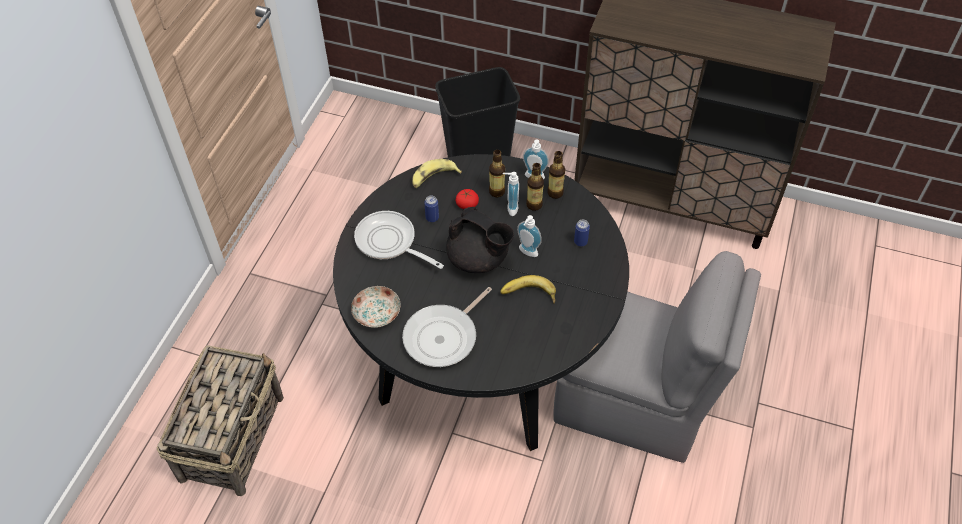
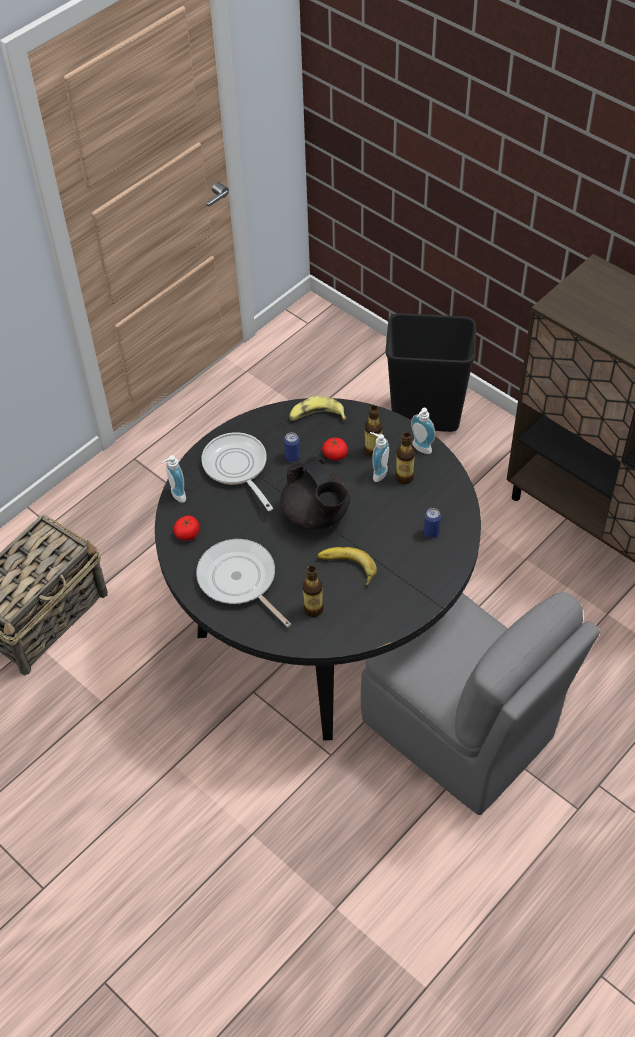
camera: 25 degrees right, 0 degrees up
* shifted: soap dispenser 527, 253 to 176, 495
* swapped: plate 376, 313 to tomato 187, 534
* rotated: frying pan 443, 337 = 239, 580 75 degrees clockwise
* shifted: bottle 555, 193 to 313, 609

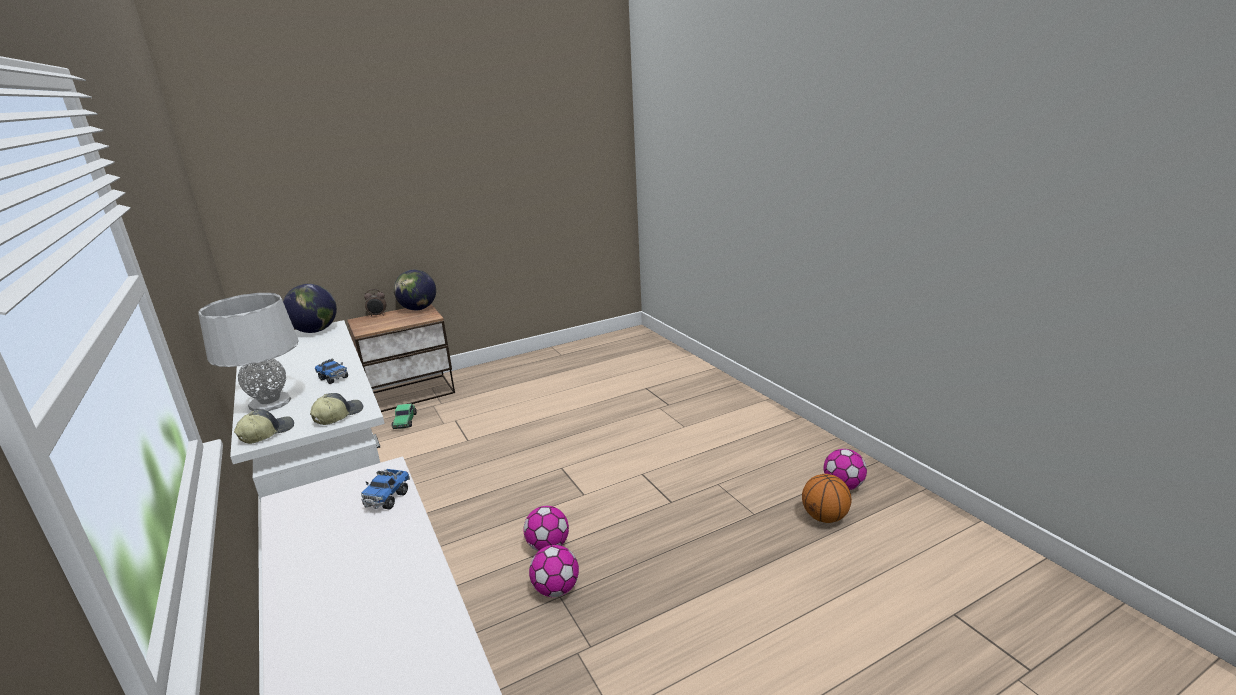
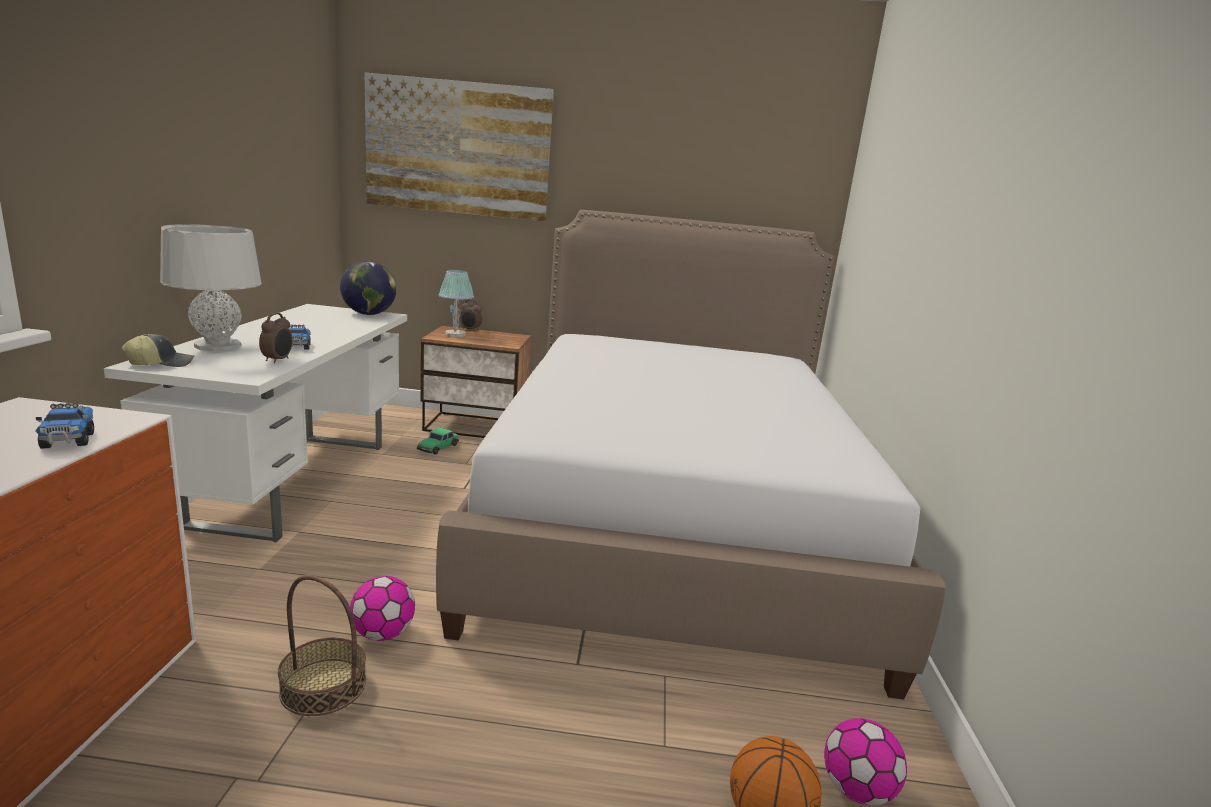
camera: 30 degrees right, 5 degrees down
* rotated: toy truck 387, 498 = 68, 440 75 degrees counterclockwise
* new: alarm clock 278, 360
* swapped: football 556, 589 to basket 323, 686
* new: picture 458, 148
* new: bed 669, 518
* new: table lamp 455, 335
* gone: cap 338, 415
* gone: globe 418, 309

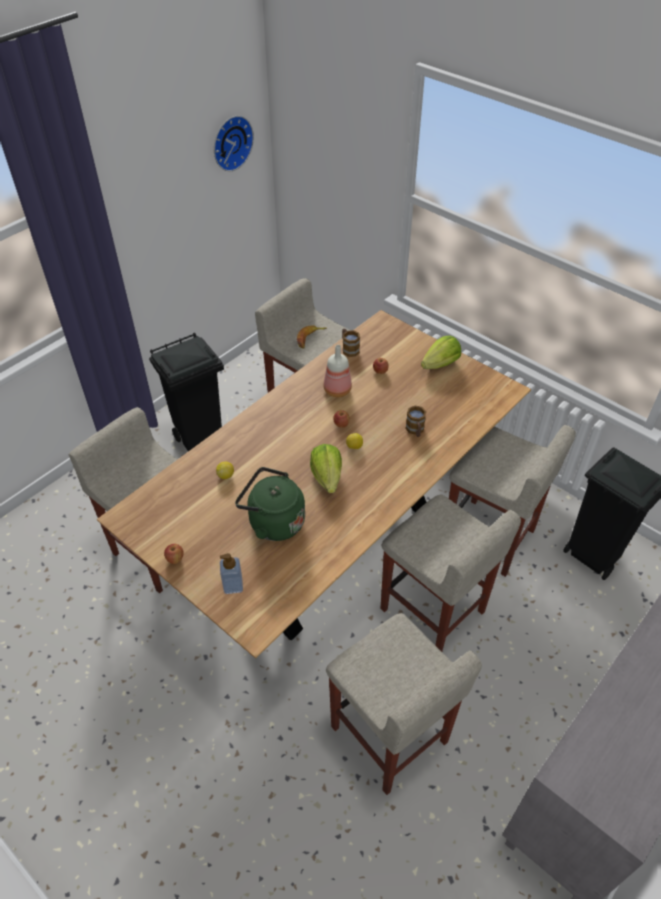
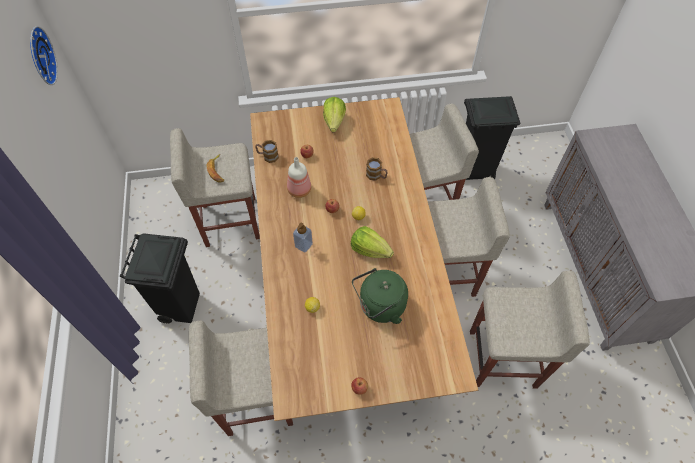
camera: 50 degrees left, 10 degrees up
* shifted: soap dispenser 233, 585 to 303, 245

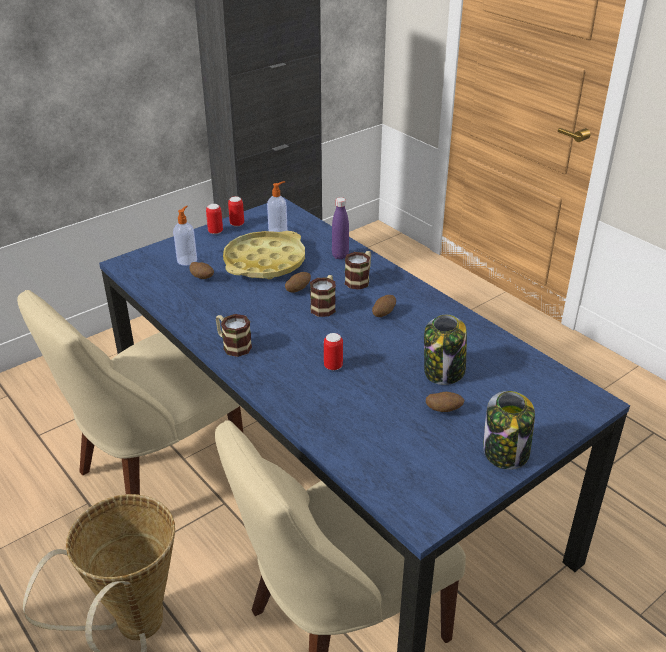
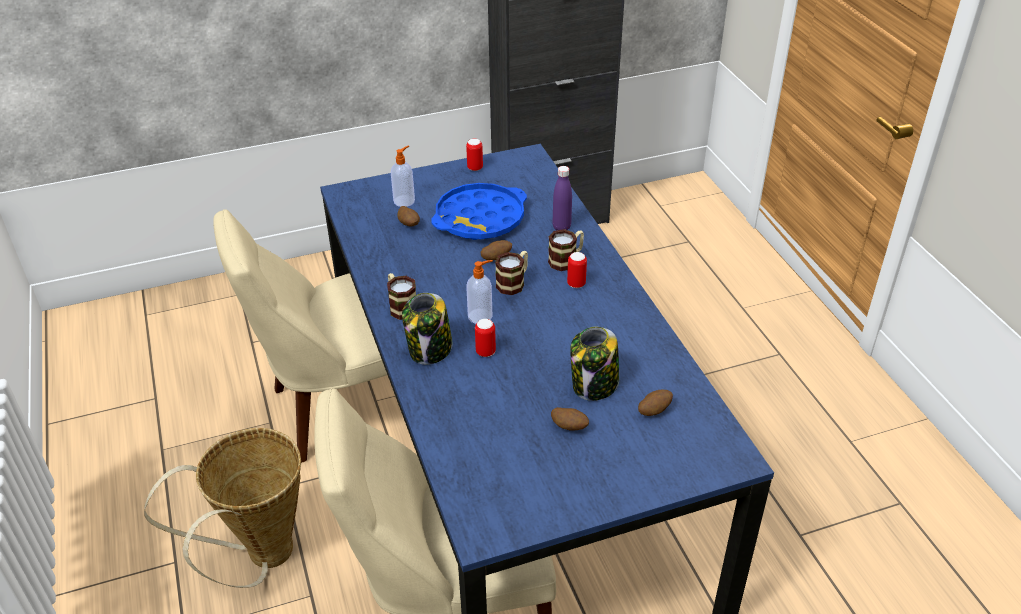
camera: 20 degrees right, 5 degrees up
* shifted: jar 506, 452 to 430, 350
* repainted: yellow tray 265, 262 to blue tray 480, 219
* shifted: soap dispenser 278, 232 to 481, 316
* shifted: can 215, 231 to 576, 284
* shifted: potato 383, 314 to 654, 411

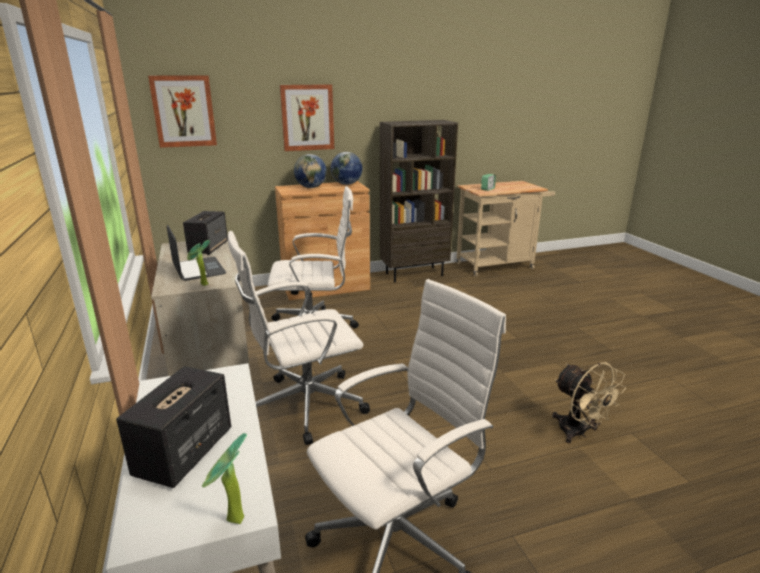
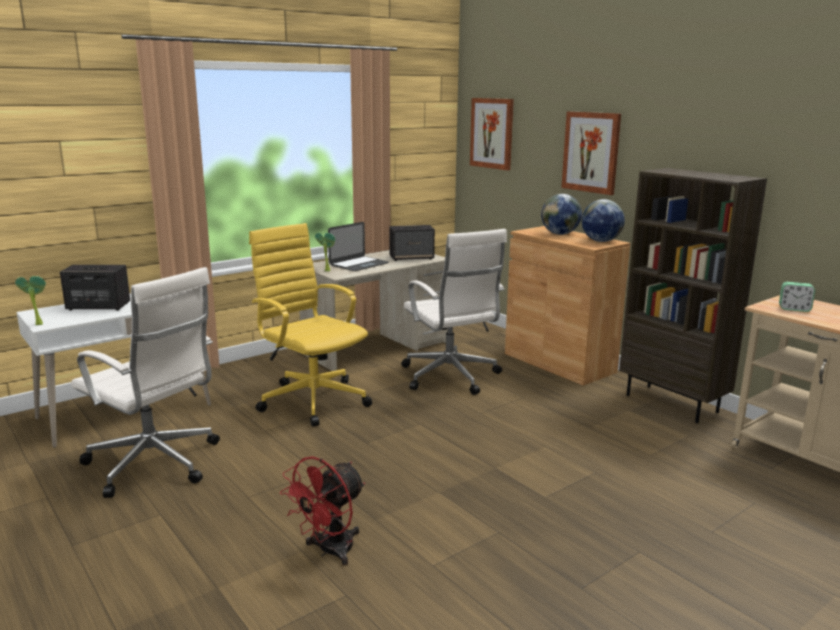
camera: 70 degrees right, 5 degrees down
* repainted: white office chair 304, 406 to yellow office chair 312, 399
* repainted: beige fan 578, 433 to red fan 329, 551

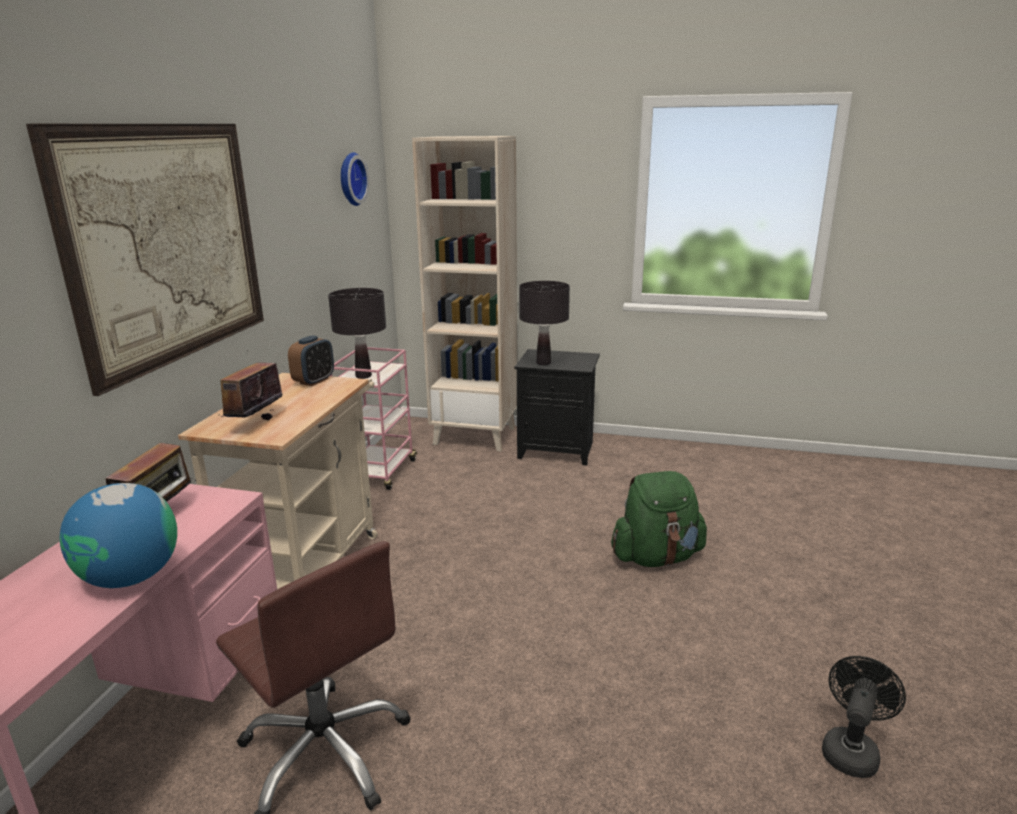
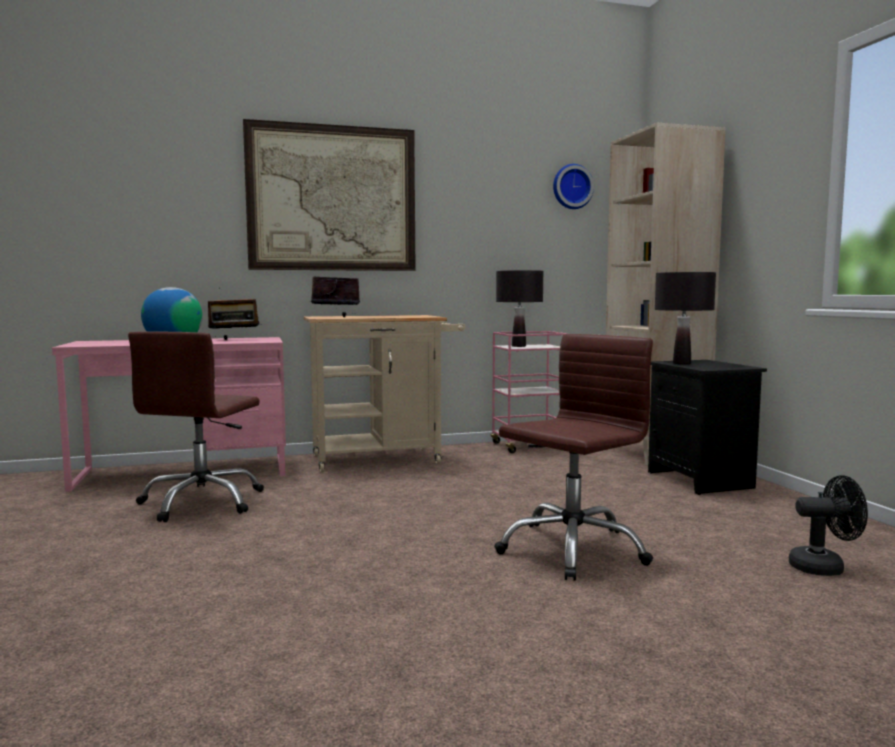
camera: 60 degrees right, 15 degrees down
* swapped: green backpack 656, 557 to brown office chair 571, 549
* shifted: black fan 851, 749 to 824, 567
* gone: alarm clock 314, 381

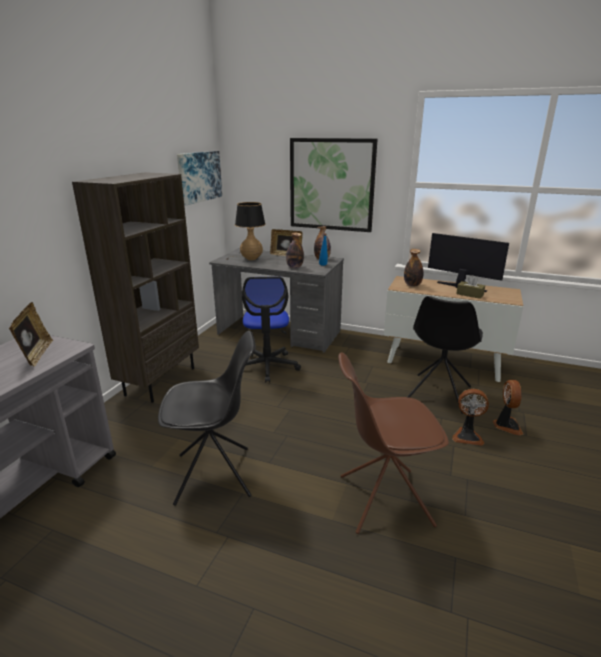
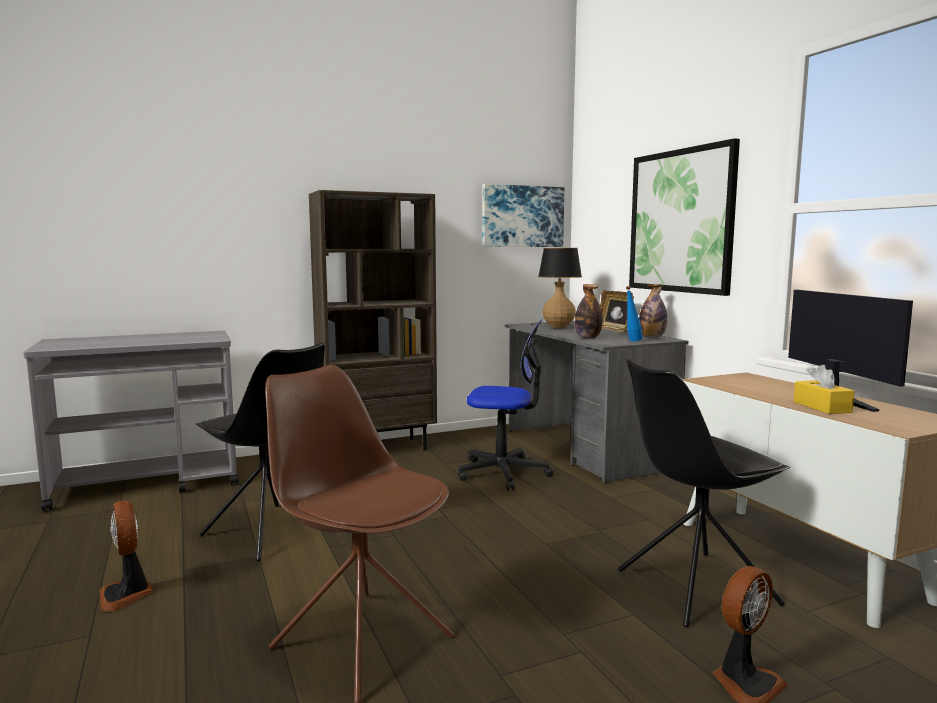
camera: 45 degrees right, 15 degrees down
* shifted: fan 467, 436 to 127, 595
* rotated: office chair 267, 366 = 504, 472 120 degrees counterclockwise
* repainted: brown tissue box 469, 294 to yellow tissue box 822, 407
* gone: picture frame 36, 354
* gone: bottle 412, 285

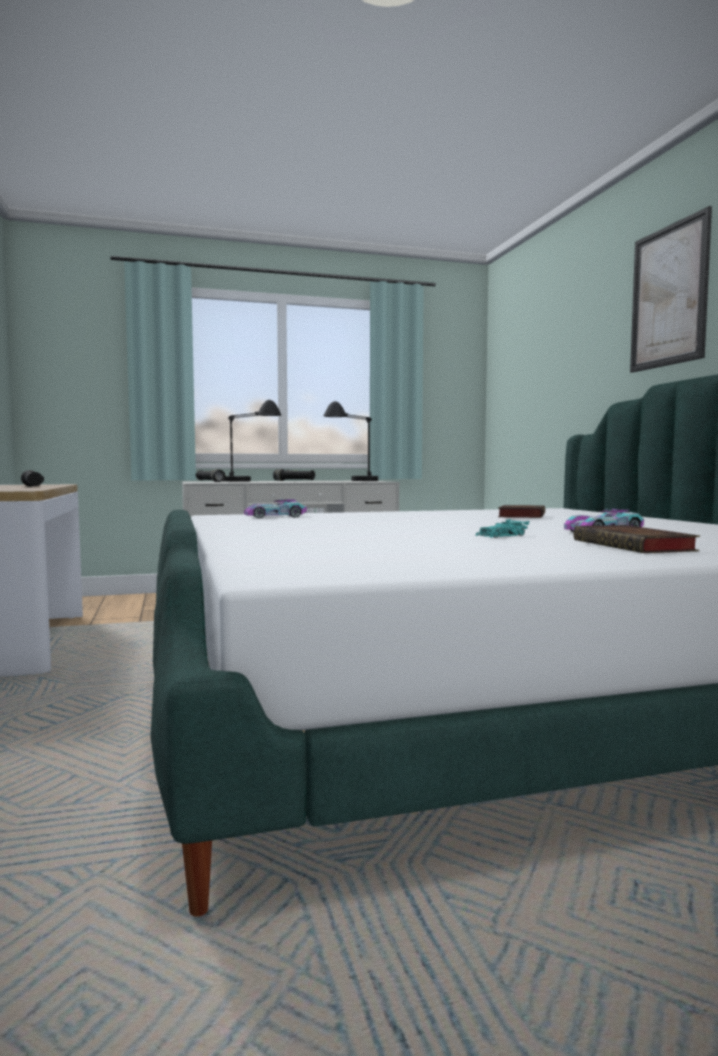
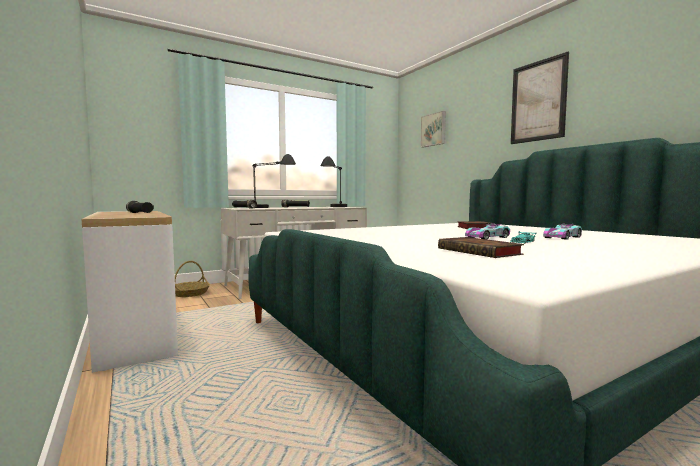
camera: 15 degrees left, 0 degrees up
* new: basket 190, 293
* new: picture 434, 130
* shifted: book 636, 546 to 481, 252
* shifted: toy car 275, 516 to 487, 237

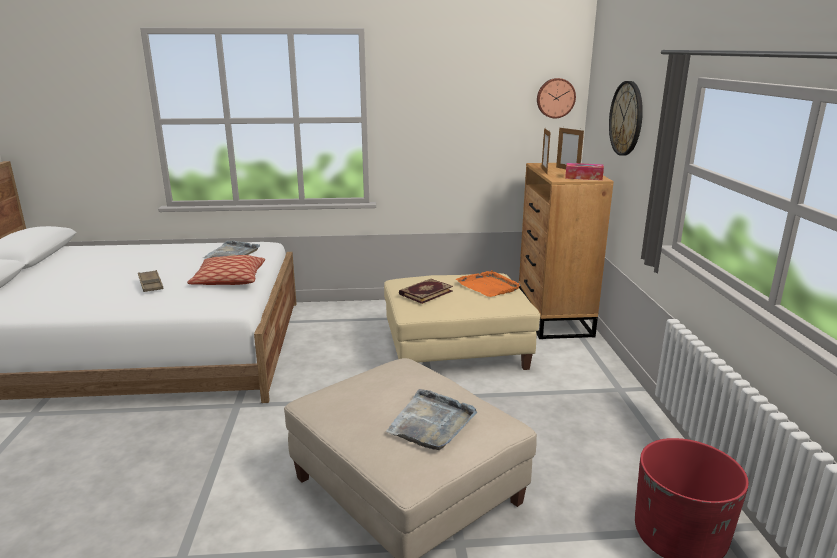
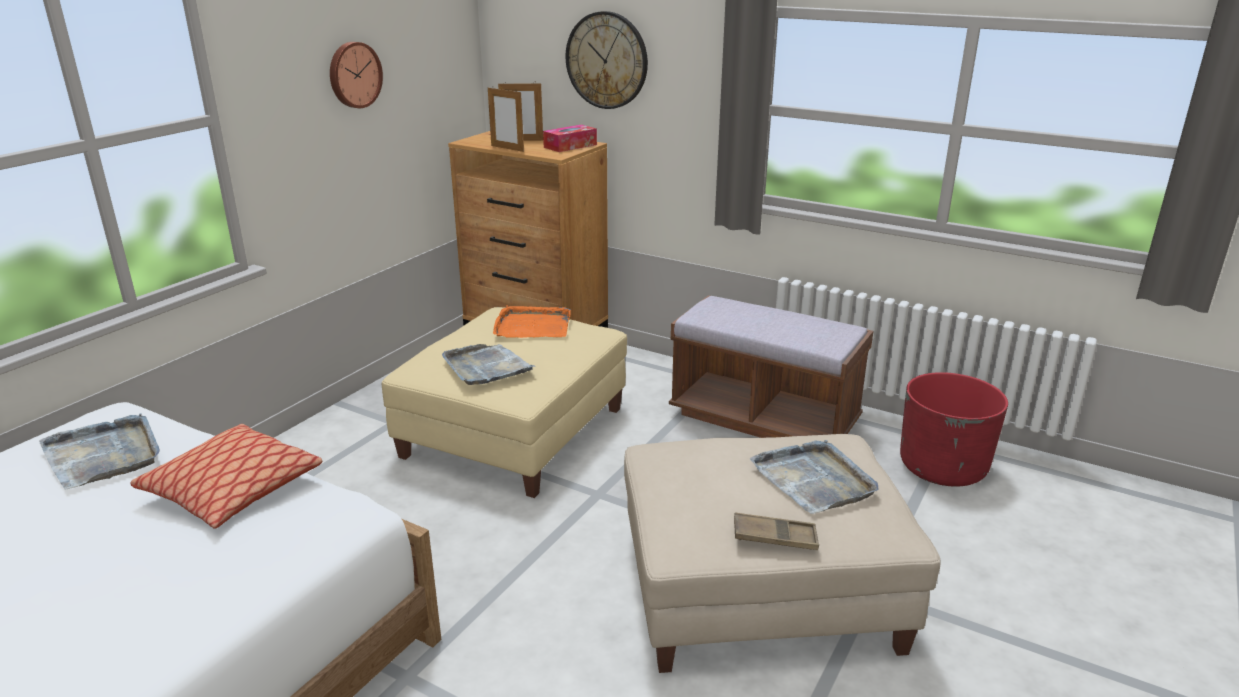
camera: 55 degrees left, 5 degrees up
* shifted: wall clock 555, 98 to 354, 75
* swapped: book 425, 292 to grey tray 486, 367
* new: brown bench 763, 419
* shifted: brown tray 151, 284 to 775, 537

